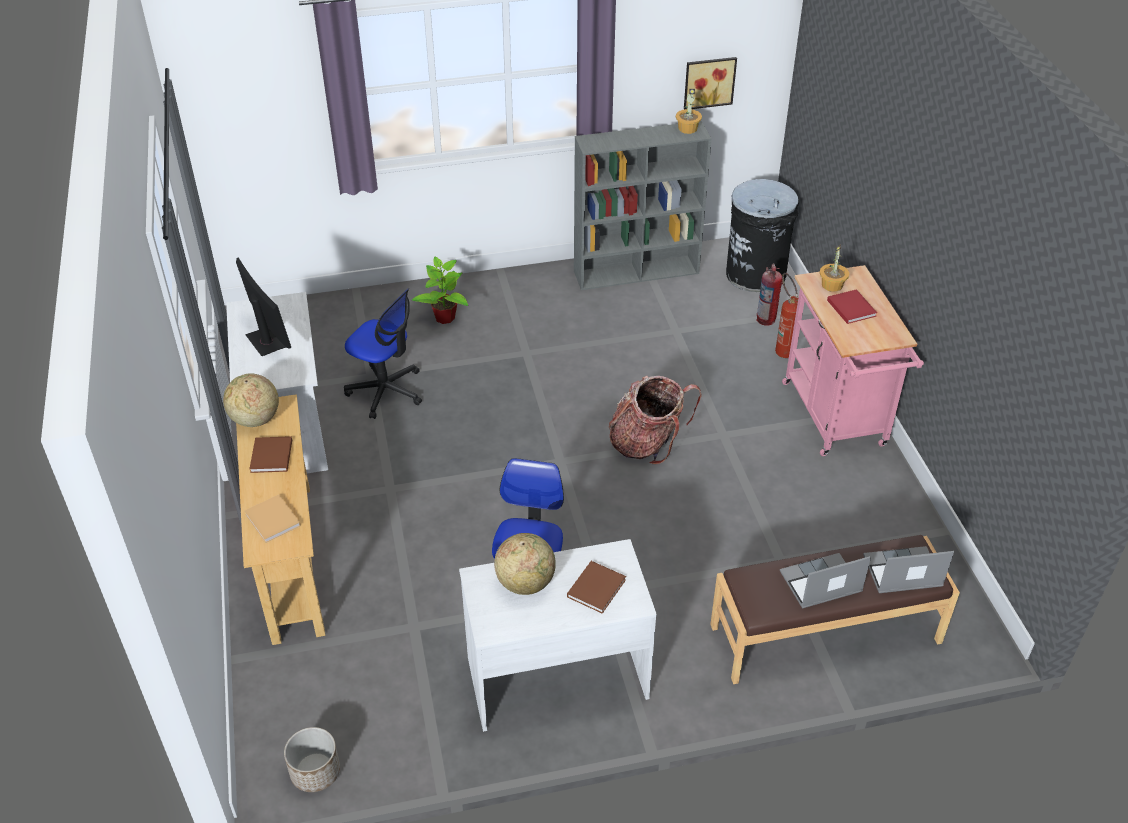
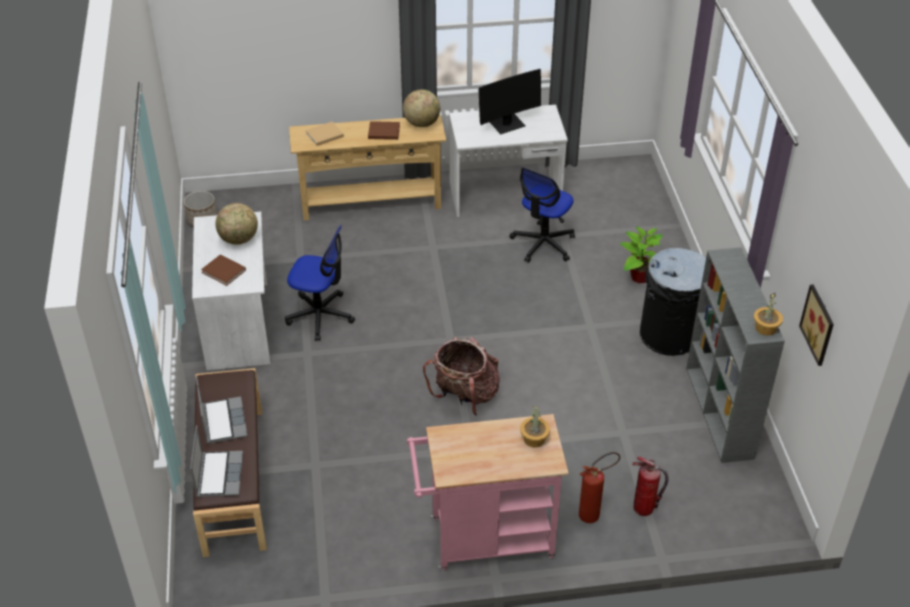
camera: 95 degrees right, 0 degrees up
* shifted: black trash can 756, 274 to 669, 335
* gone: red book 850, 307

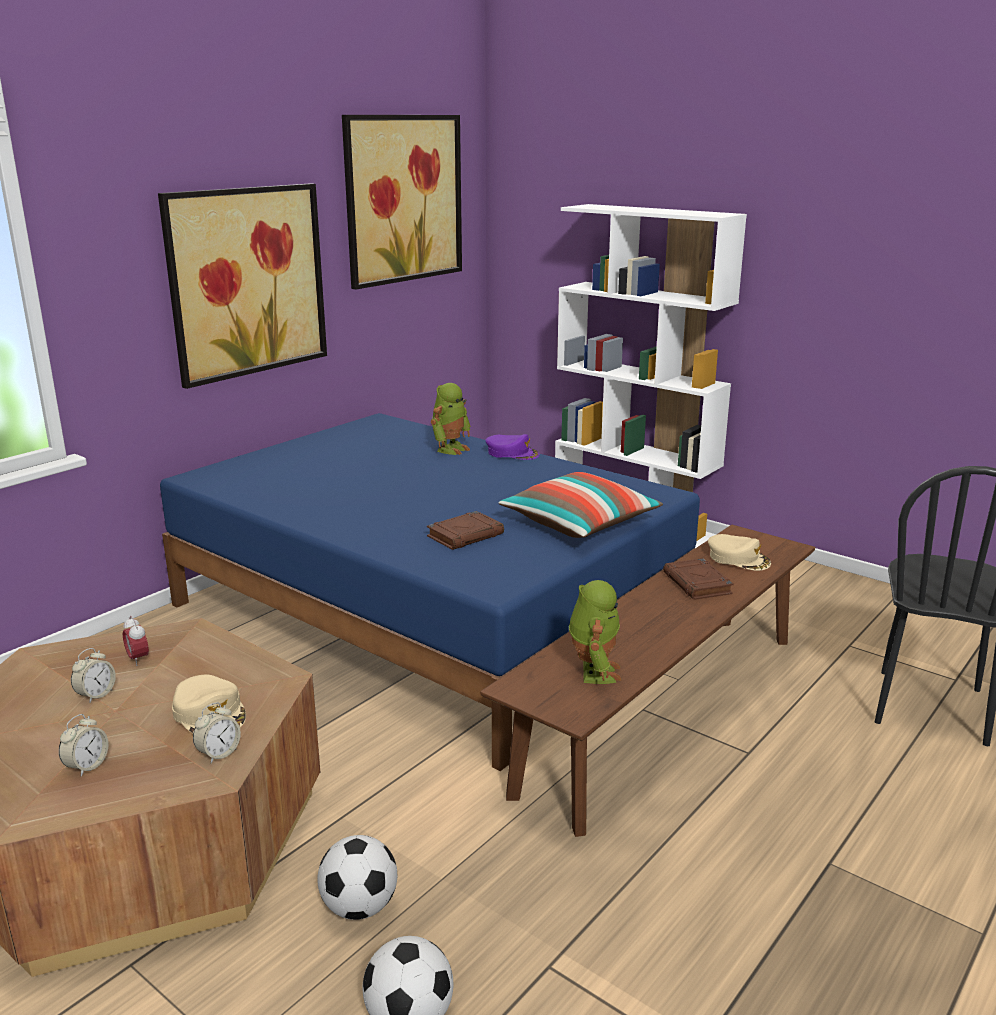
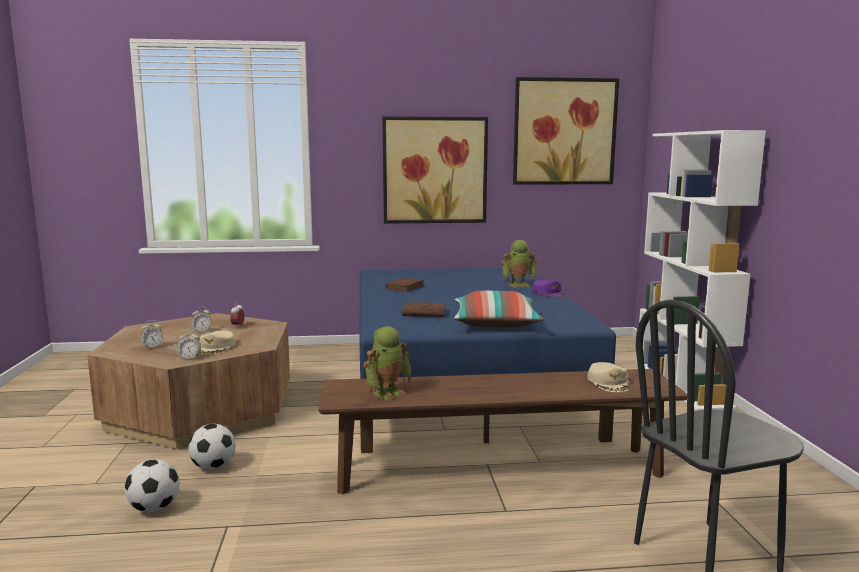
camera: 45 degrees right, 10 degrees down
* shifted: brown book 698, 584 to 405, 288

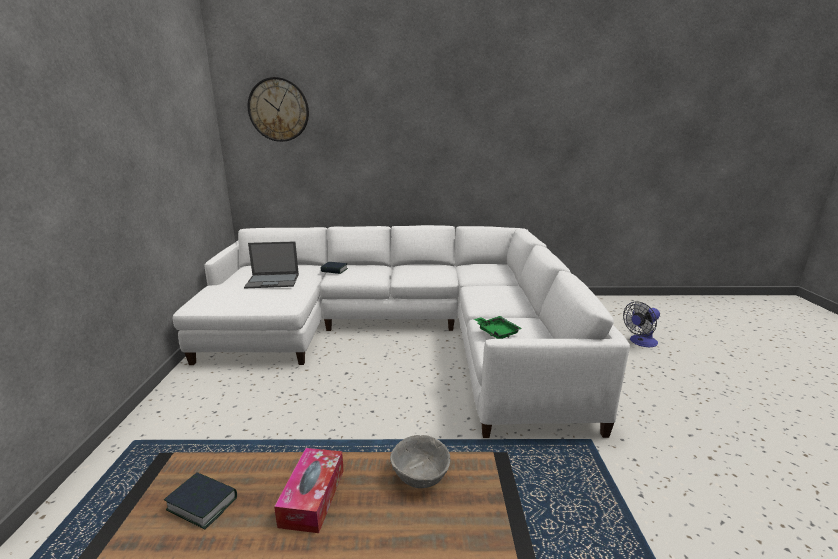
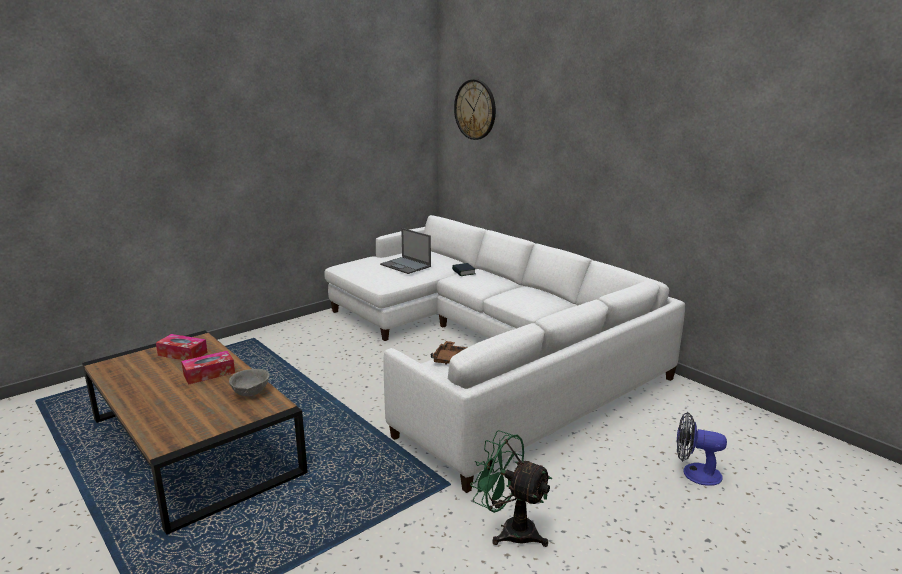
camera: 50 degrees right, 0 degrees up
* swapped: book 202, 504 to tissue box 182, 354
* repainted: green tray 497, 332 to brown tray 450, 358
* new: green fan 510, 530

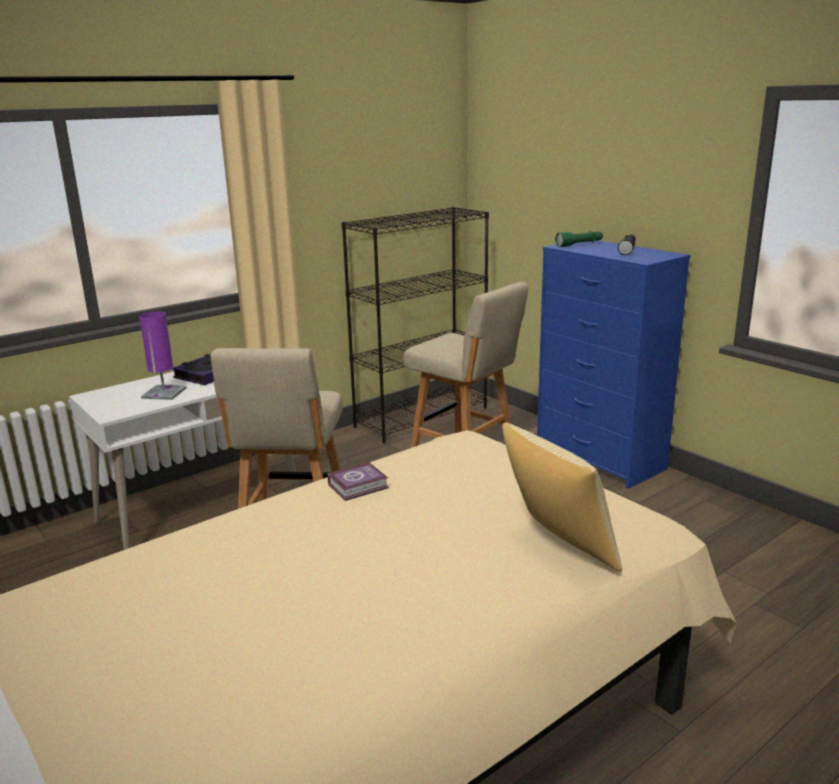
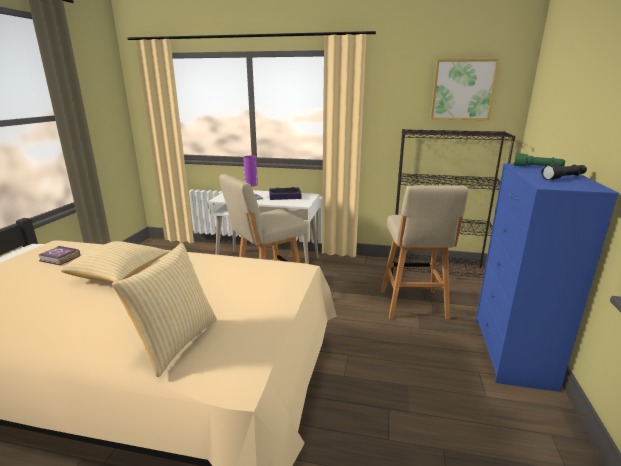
camera: 50 degrees right, 0 degrees up
* shifted: book 360, 486 to 60, 259
* new: pillow 119, 274
* new: picture 462, 90

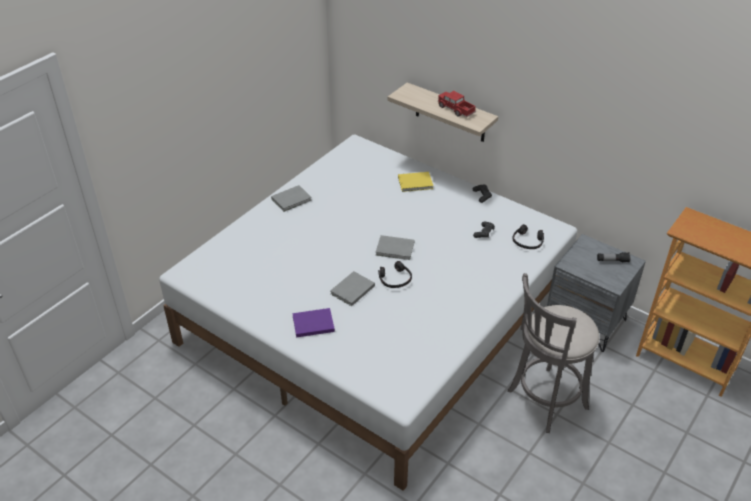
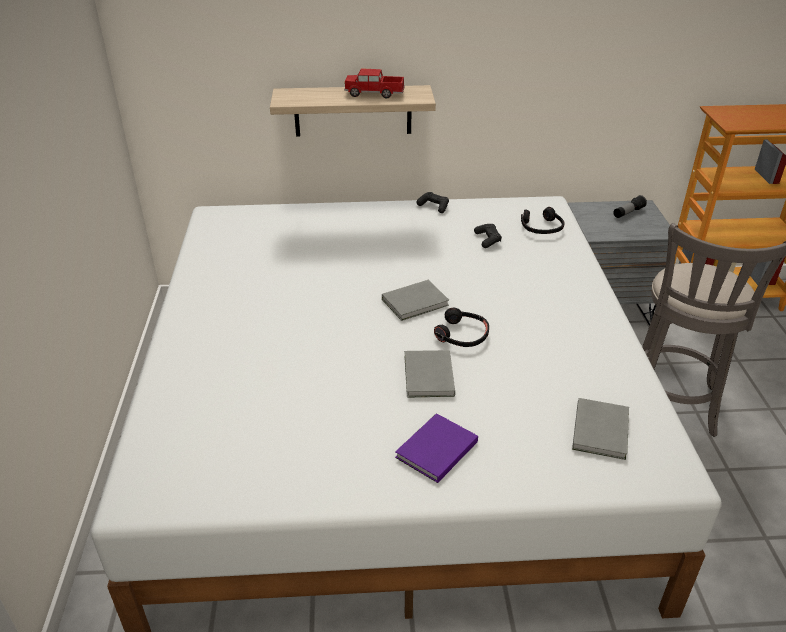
camera: 40 degrees left, 5 degrees down
* shifted: grey book 292, 199 to 601, 429
* gone: yellow book 416, 183

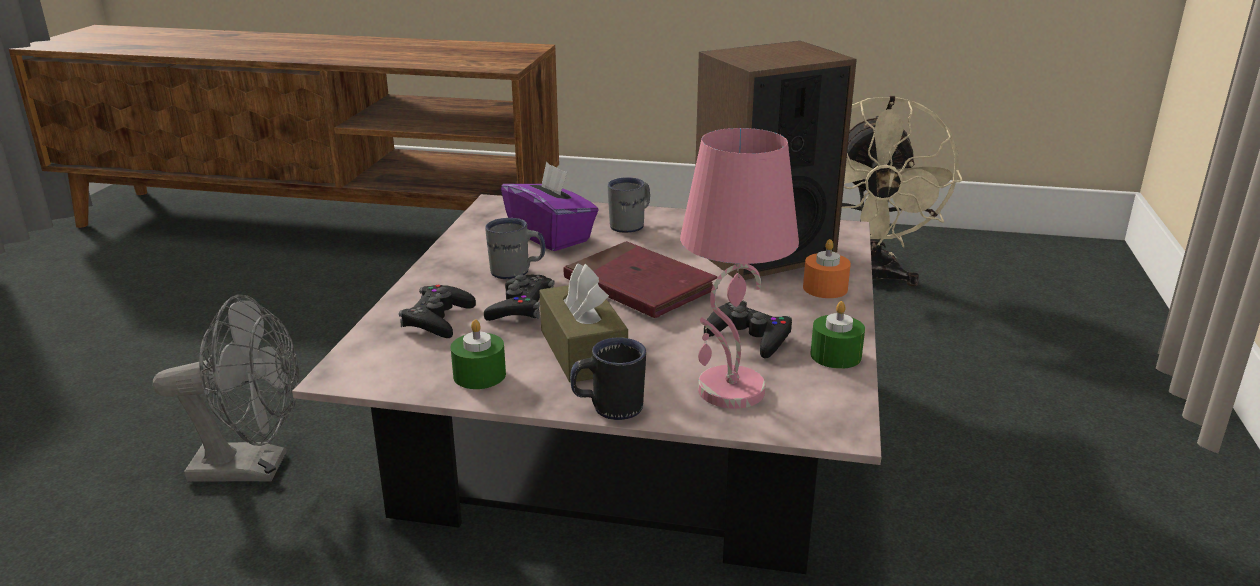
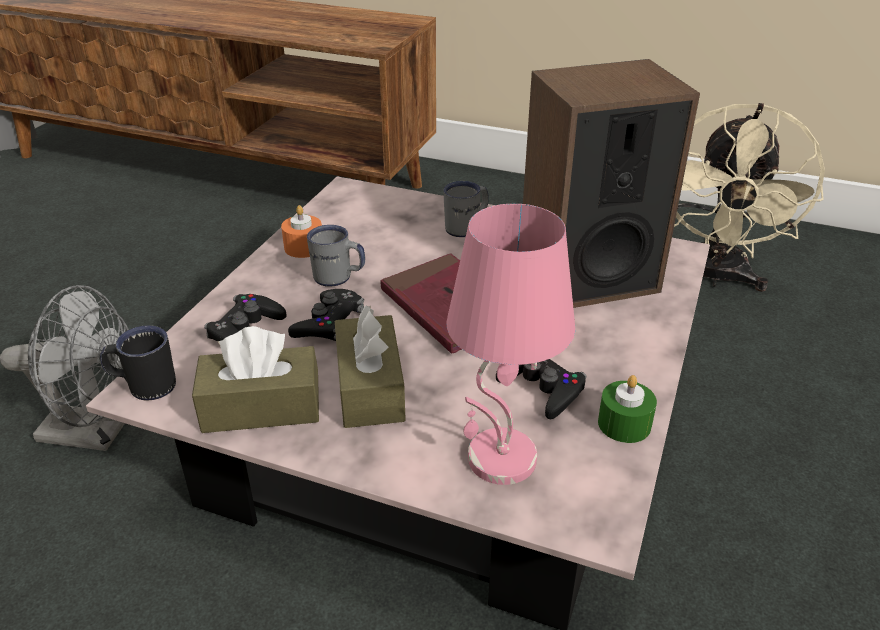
camera: 10 degrees right, 10 degrees up
* shifted: black mug 608, 408 to 144, 386
* swapped: green candle 479, 375 to brown tissue box 261, 407
* shifted: orange candle 825, 288 to 304, 247
* gone: purple tissue box 551, 236

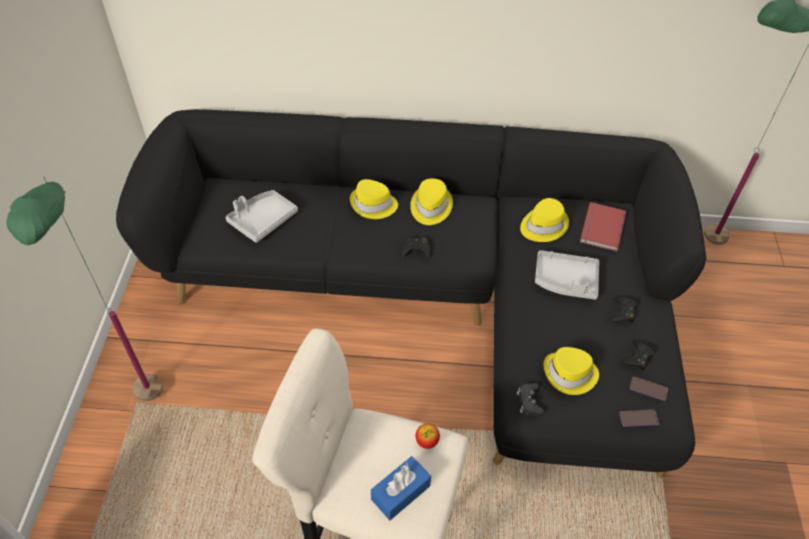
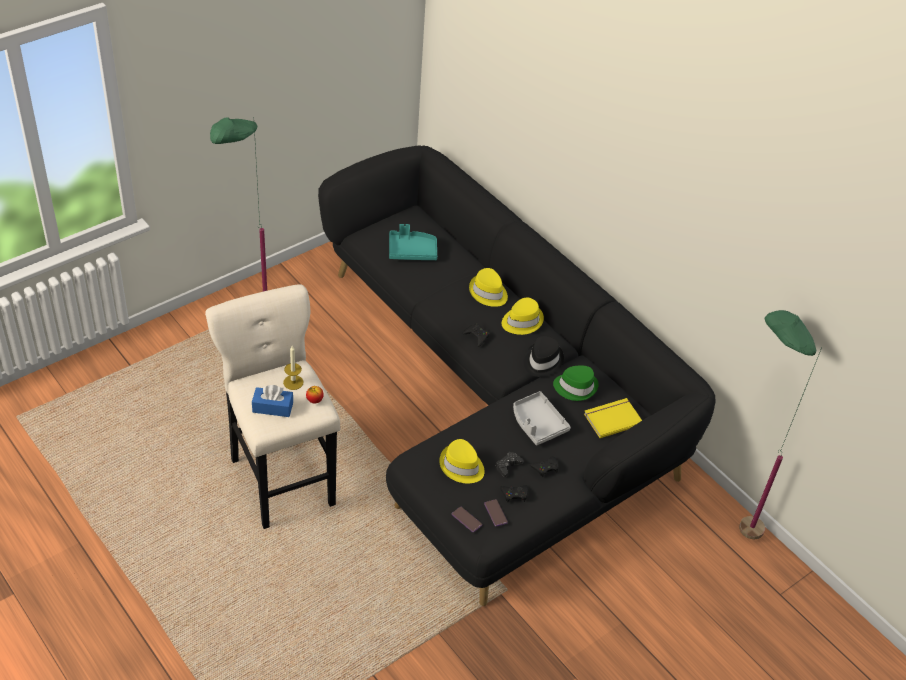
camera: 45 degrees right, 5 degrees down
* new: candle 293, 382
* repainted: grey tray 262, 220 to turquoise tray 412, 251
* shifted: black game controller 529, 402 to 508, 466
* new: black hat 542, 361
* repainted: yellow hat 543, 225 to green hat 575, 387
* repainted: red book 600, 228 to yellow book 611, 418

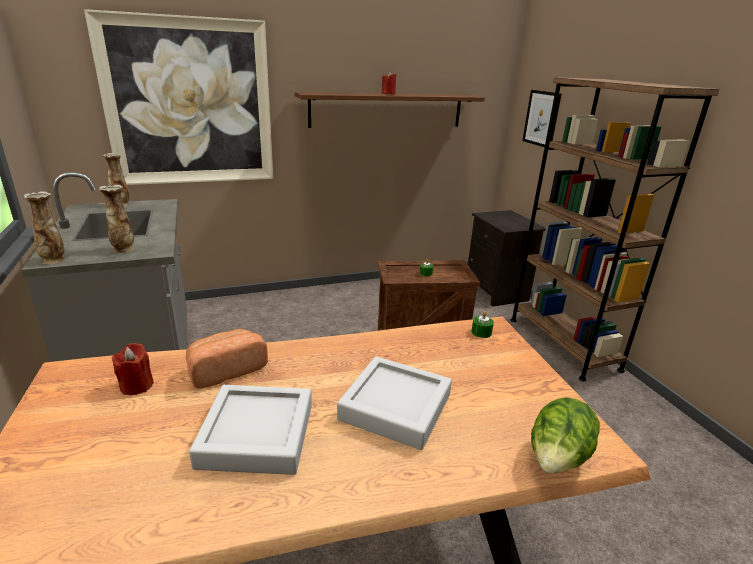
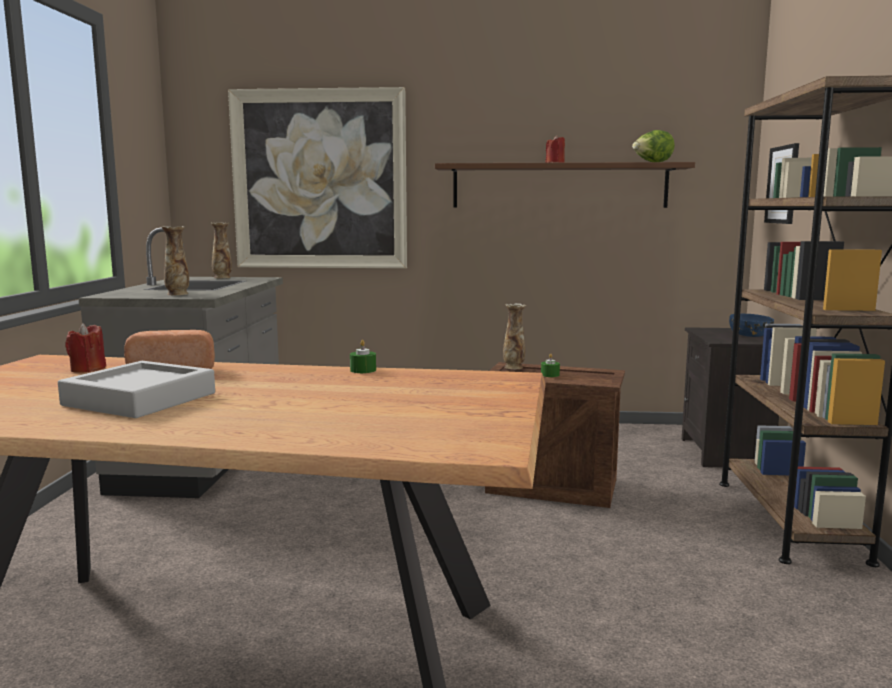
camera: 25 degrees right, 15 degrees down
* shifted: green candle 481, 332 to 363, 370
* shifted: vase 54, 260 to 514, 367
* shifted: lettuce 557, 460 to 652, 162
* new: blue bowl 750, 335
* gone: grey tray 395, 407

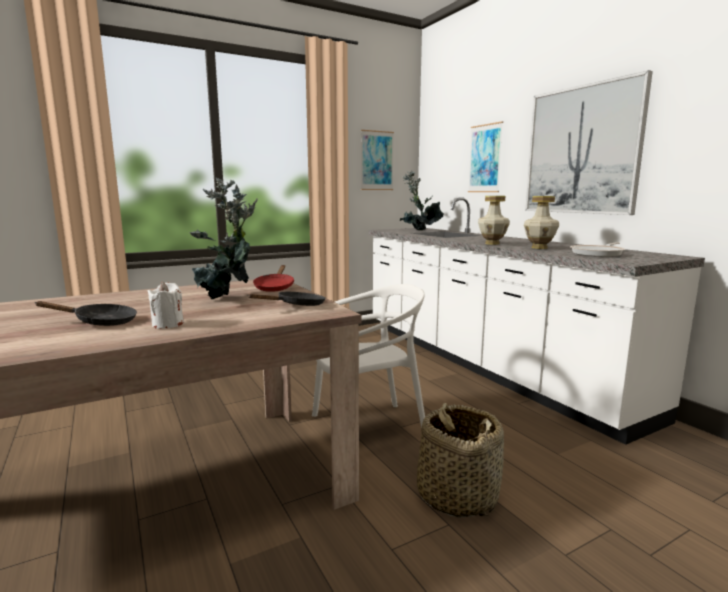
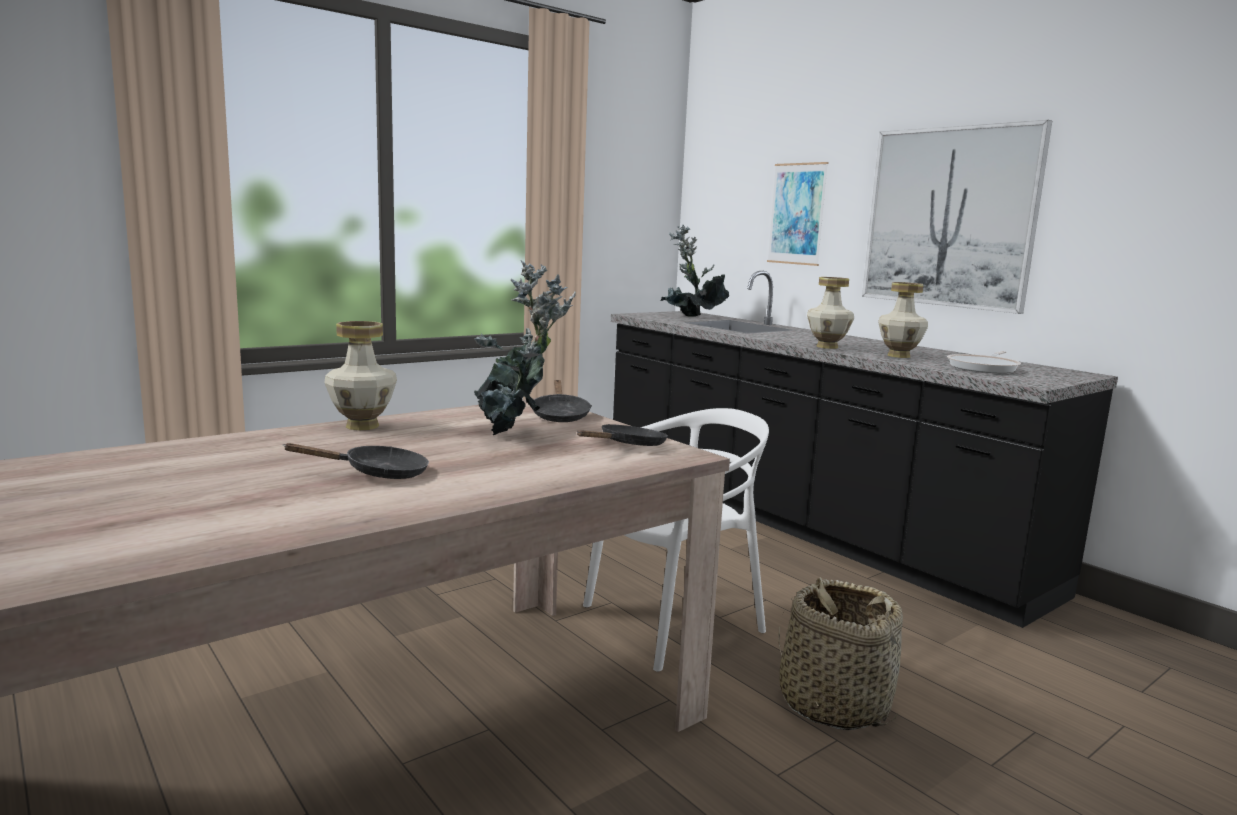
camera: 10 degrees left, 0 degrees up
* new: vase 361, 426
* repainted: red frying pan 275, 287 to black frying pan 560, 415
* repainted: white counter 483, 364 to black counter 799, 522
* gone: white candle 168, 324
* gone: picture 377, 160

